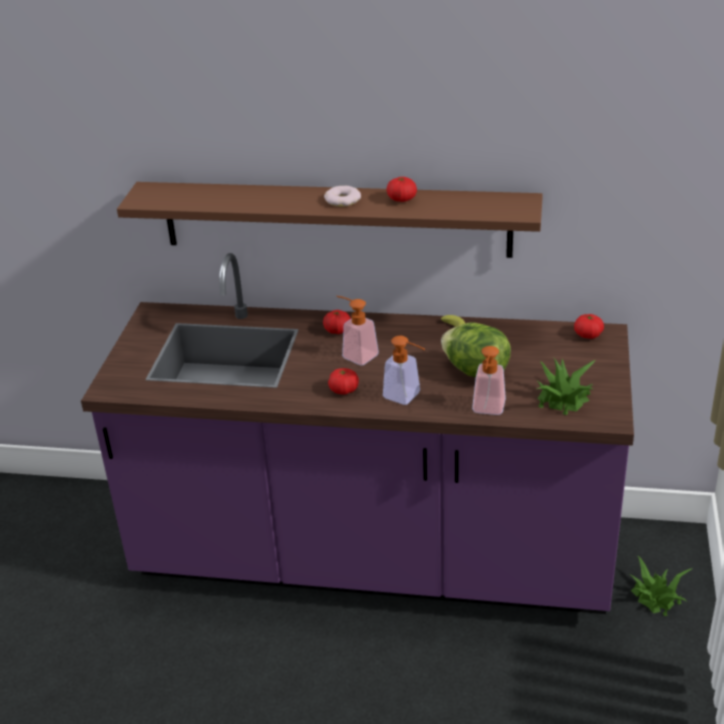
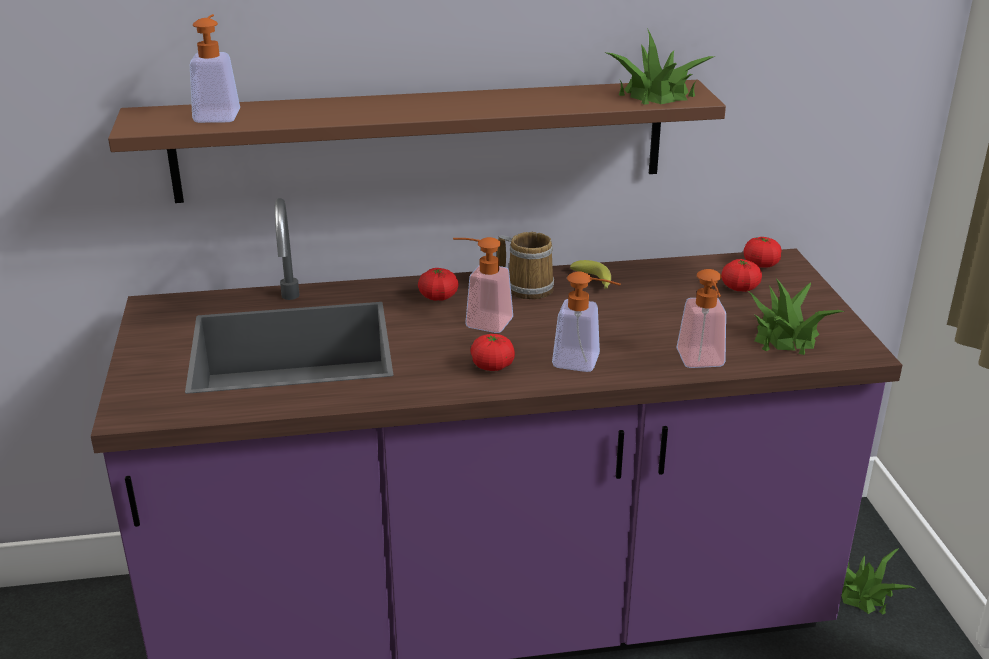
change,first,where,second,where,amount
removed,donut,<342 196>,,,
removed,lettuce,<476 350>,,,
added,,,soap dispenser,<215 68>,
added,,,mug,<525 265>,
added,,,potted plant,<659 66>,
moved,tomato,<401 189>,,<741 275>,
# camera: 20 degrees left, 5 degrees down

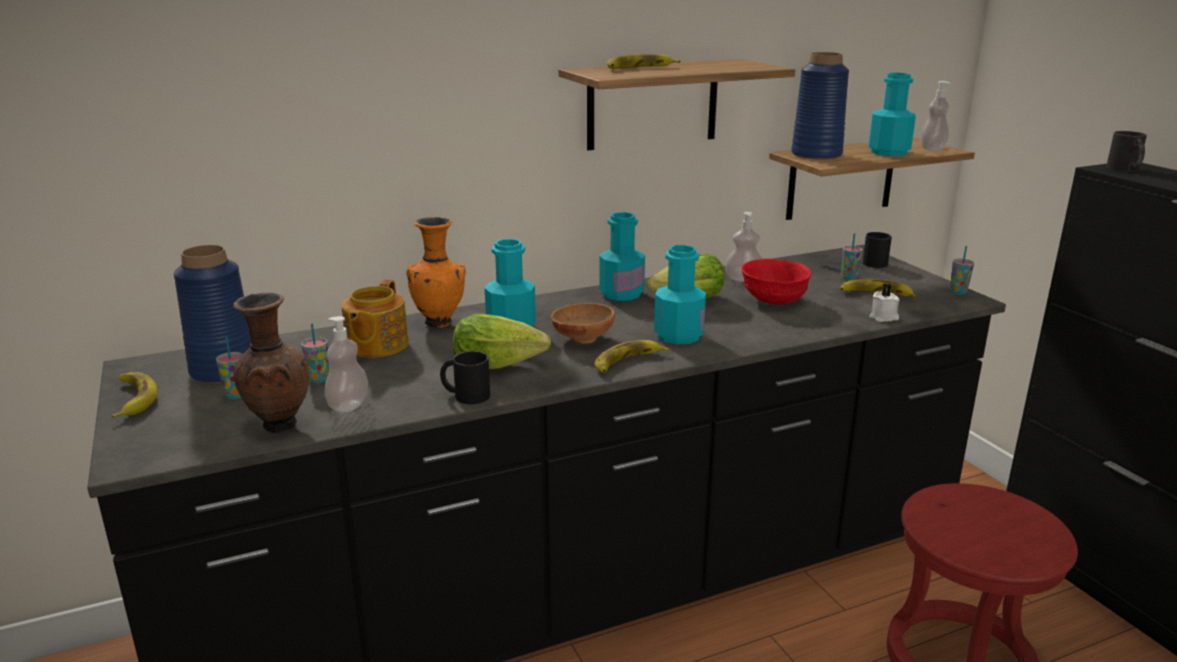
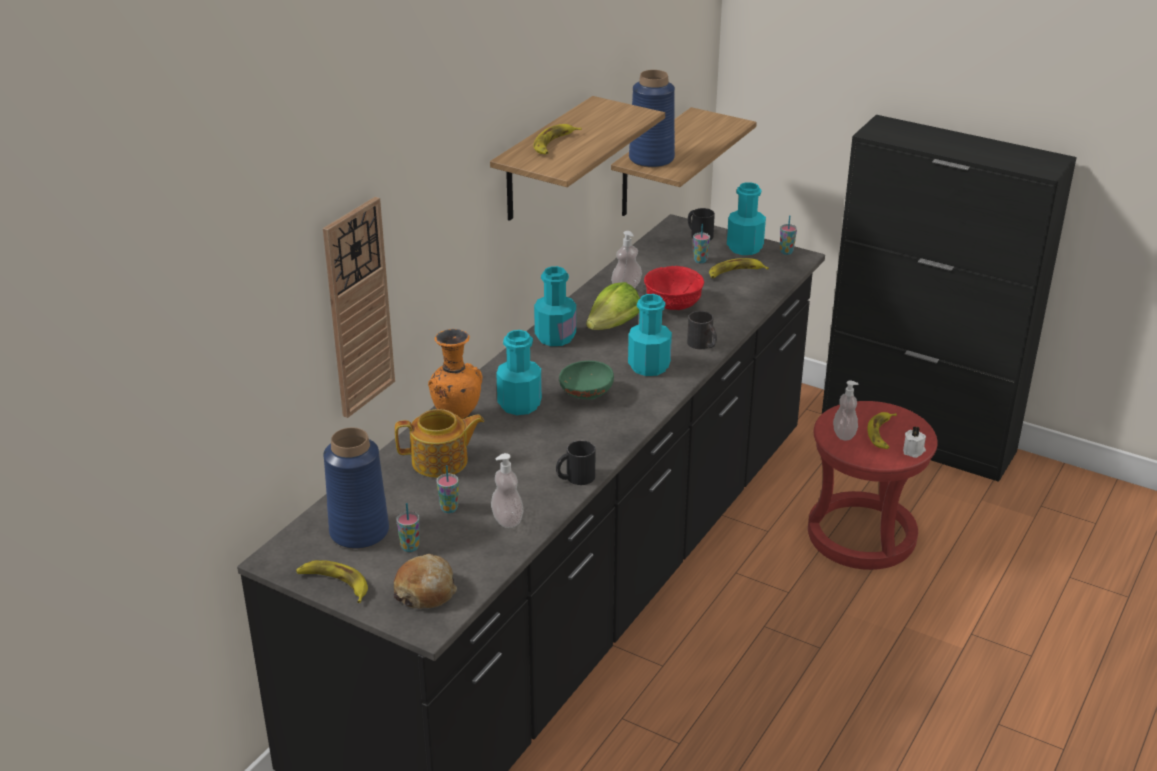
change,first,where,second,where,amount
removed,brown vase,<271 362>,,,
removed,lettuce,<502 341>,,,
added,,,wall clock,<359 307>,
added,,,bread,<425 581>,
moved,banana,<632 356>,,<882 430>,
moved,turquoise bottle,<892 114>,,<746 218>,
moved,white candle,<884 303>,,<914 442>,
moved,soap dispenser,<935 116>,,<845 410>,
moved,black mug,<1126 151>,,<702 330>,
recoloured,brown bowl,<583 323>,green bowl,<586 380>,
turned,teapot,<375 318>,,<439 443>,75 degrees counterclockwise
# camera: 35 degrees left, 10 degrees up

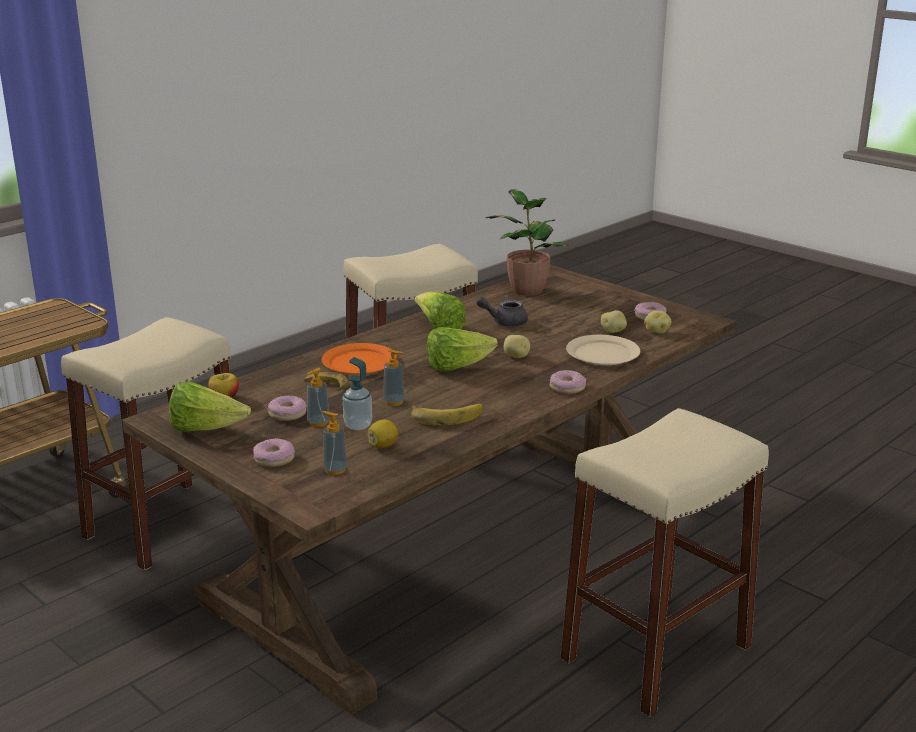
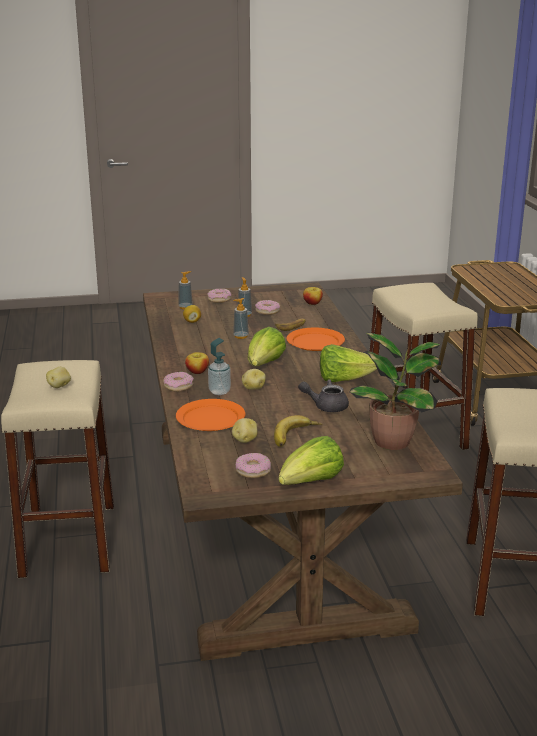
change,first,where,second,where,amount
added,,,apple,<197 363>,
moved,lettuce,<210 406>,,<311 460>,
moved,soap dispenser,<357 393>,,<219 366>,
moved,banana,<447 414>,,<298 431>,
moved,potato,<657 322>,,<58 377>,
recoloured,beige plate,<603 350>,orange plate,<210 415>,
turned,grey teapot,<502 311>,,<323 395>,120 degrees counterclockwise
# camera: 125 degrees right, 0 degrees up

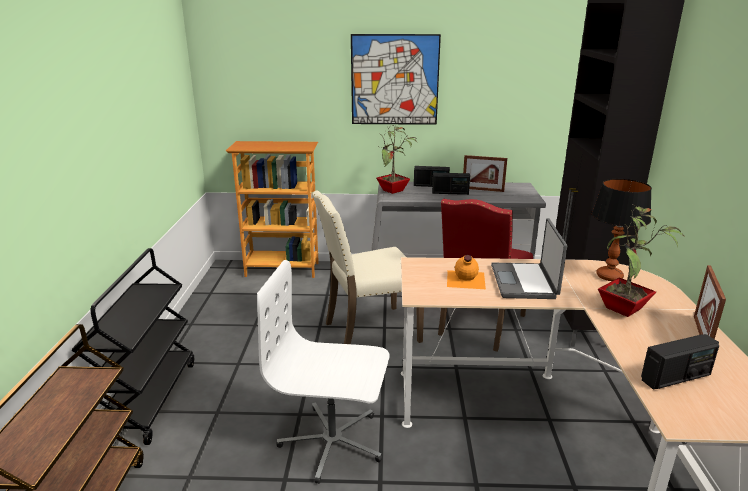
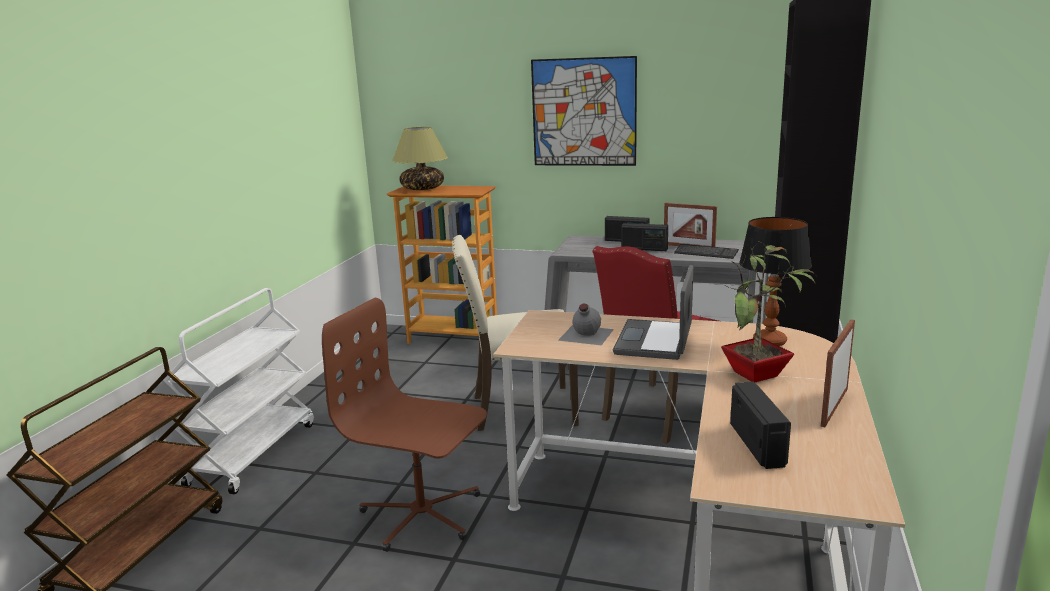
change,first,where,second,where,amount
removed,potted plant,<397 160>,,,
added,,,table lamp,<420 158>,
added,,,keyboard,<706 251>,
recoloured,black cart,<132 346>,white cart,<238 391>,
recoloured,white office chair,<323 372>,brown office chair,<404 425>,
recoloured,orange bottle,<466 272>,grey bottle,<586 324>,
turned,radio,<680 362>,,<760 425>,90 degrees counterclockwise
# camera: 15 degrees right, 5 degrees down

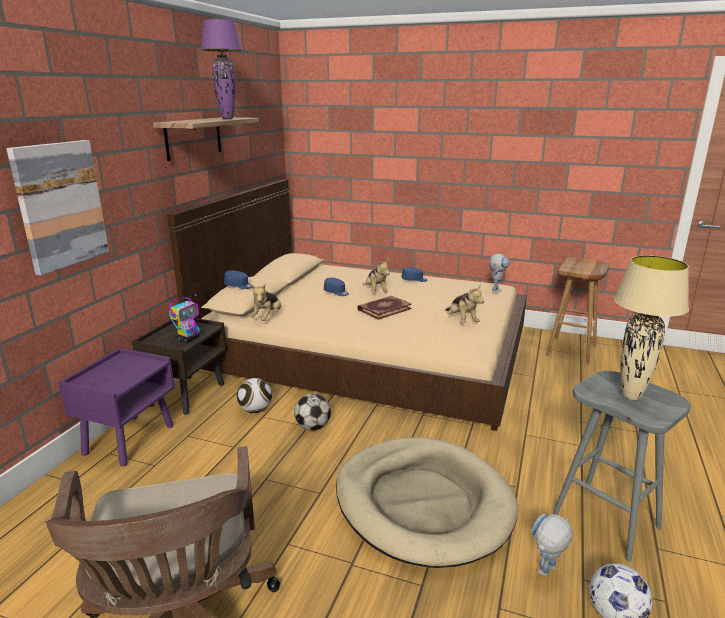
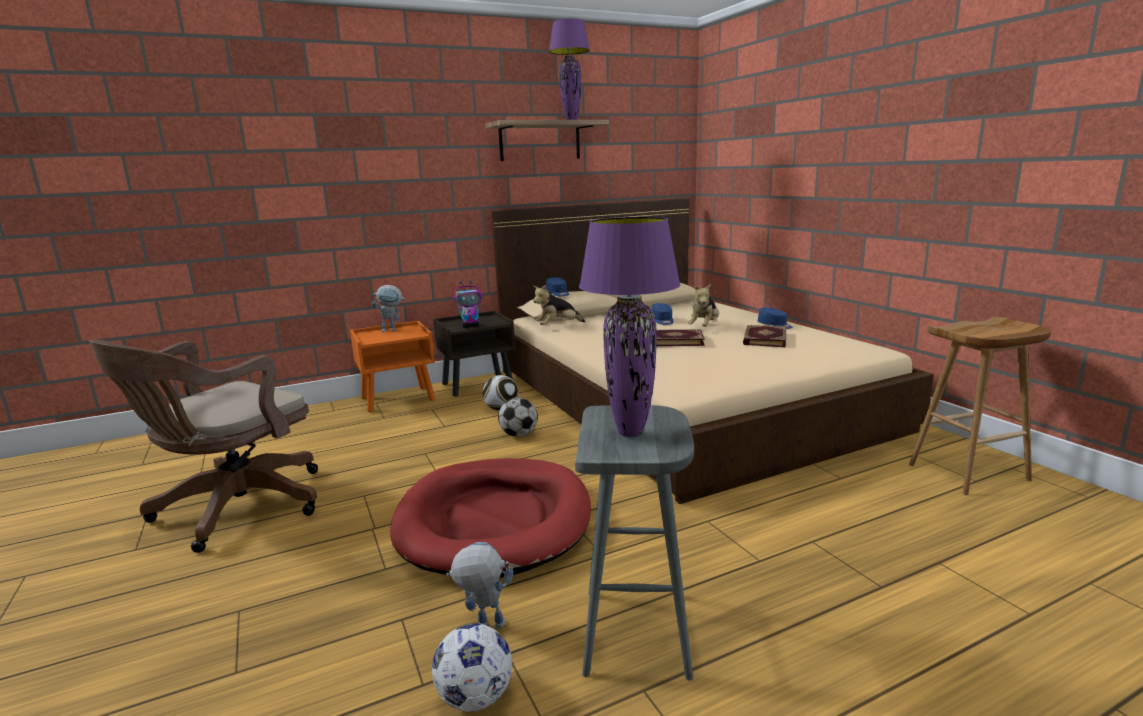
change,first,where,second,where,amount
removed,picture,<57 207>,,,
removed,plush toy,<464 303>,,,
added,,,book,<764 336>,
moved,toy robot,<499 274>,,<389 308>,
recoloured,purple nightstand,<116 407>,orange nightstand,<392 366>,
recoloured,beige dog bed,<427 502>,red dog bed,<490 518>,
recoloured,beige table lamp,<651 327>,purple table lamp,<629 327>,
# camera: 45 degrees right, 5 degrees down

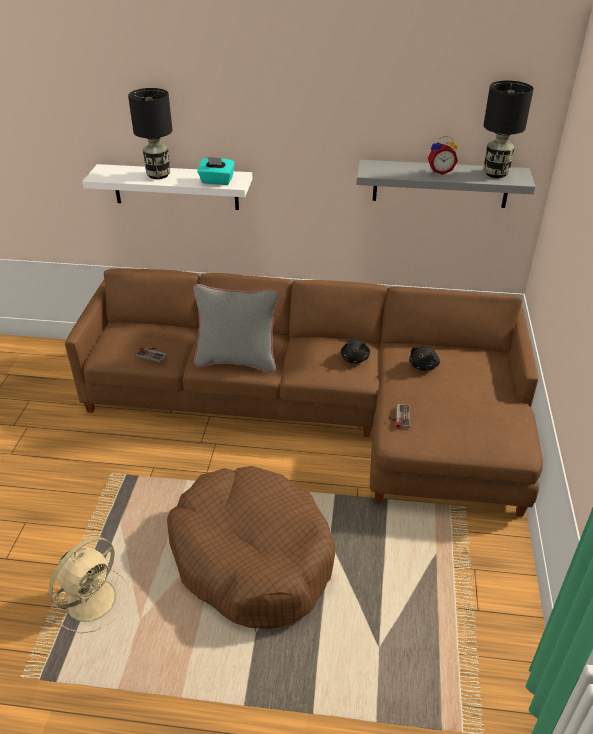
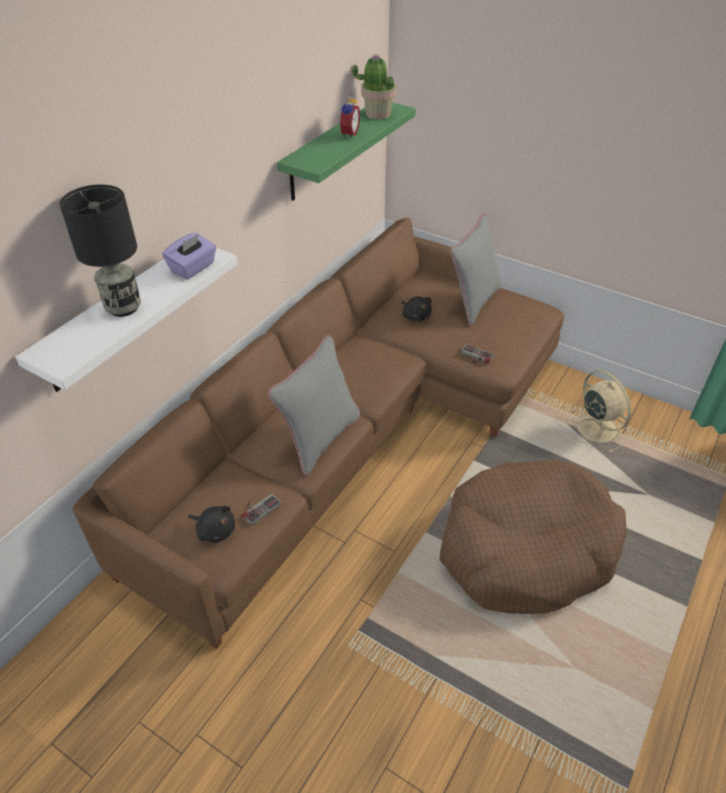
change,first,where,second,where,amount
added,,,grey pillow,<476 269>,
moved,beige fan,<89 585>,,<597 411>,
moved,black plush toy,<355 351>,,<211 524>,
replaced,black table lamp,<508 129>,potted plant,<374 86>,
recoloured,turquoise tissue box,<216 171>,purple tissue box,<189 256>,
recoloured,grey shelf,<445 184>,green shelf,<346 152>,
# camera: 65 degrees left, 5 degrees up

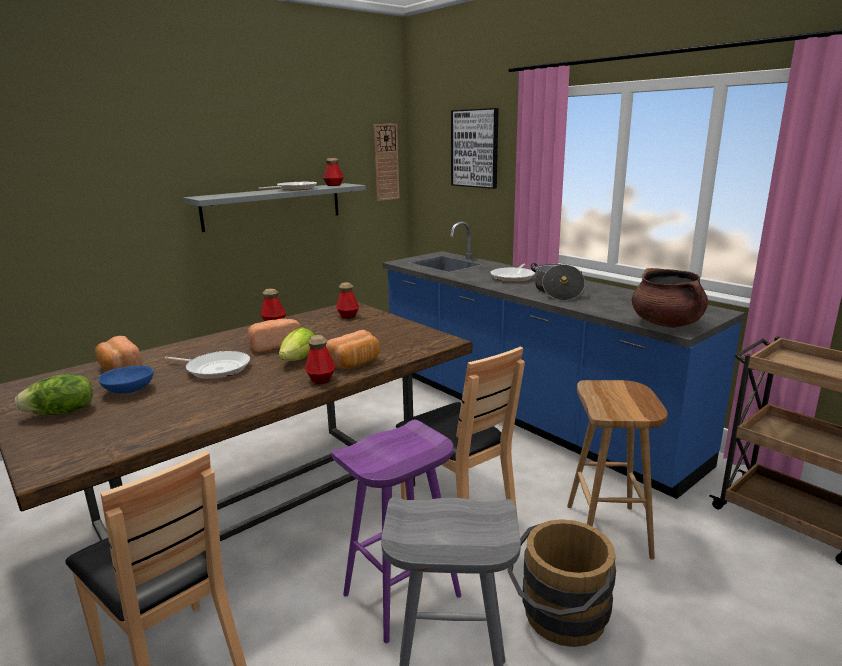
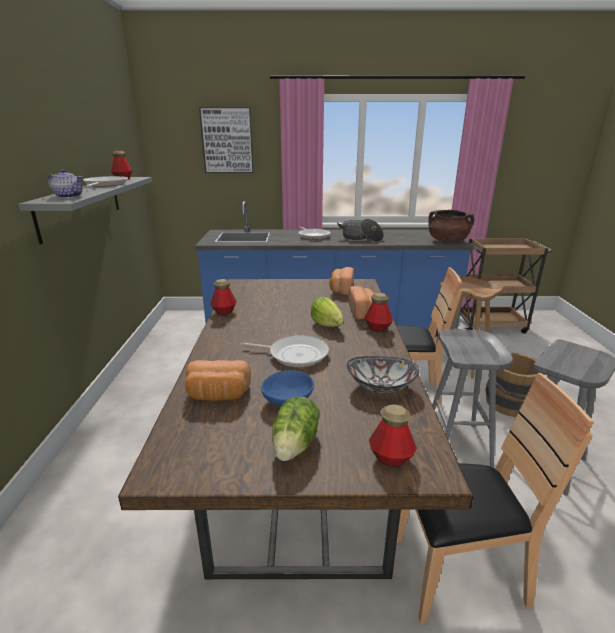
change,first,where,second,where,amount
removed,wall clock,<386 162>,,,
added,,,teapot,<65 183>,
added,,,bowl,<383 374>,
moved,bread,<274 335>,,<342 281>,
moved,bottle,<347 300>,,<393 436>,
recoloured,purple stool,<396 531>,grey stool,<472 398>,
turned,frying pan,<207 365>,,<284 351>,45 degrees clockwise
# camera: 50 degrees left, 5 degrees up

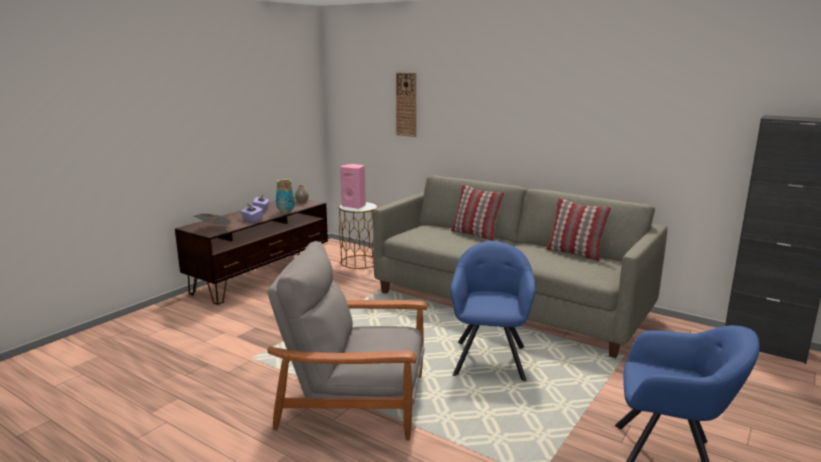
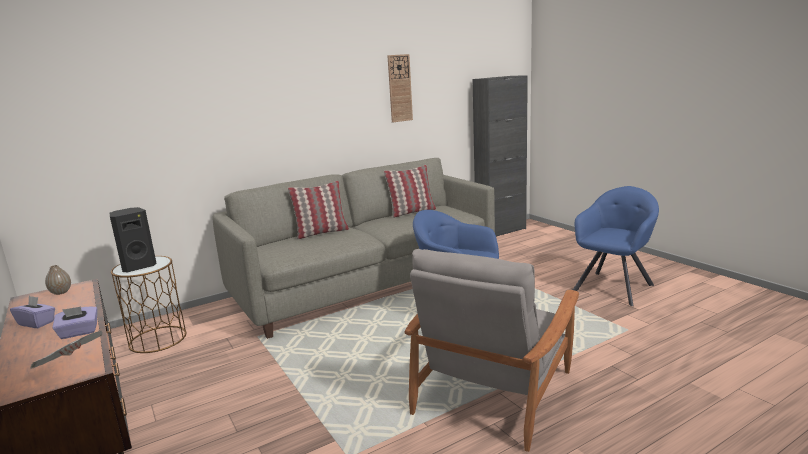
change,first,where,second,where,amount
removed,vase,<285 196>,,,
moved,wall clock,<406 104>,,<400 88>,
recoloured,pink speaker,<353 186>,black speaker,<133 240>,
# camera: 65 degrees left, 0 degrees up

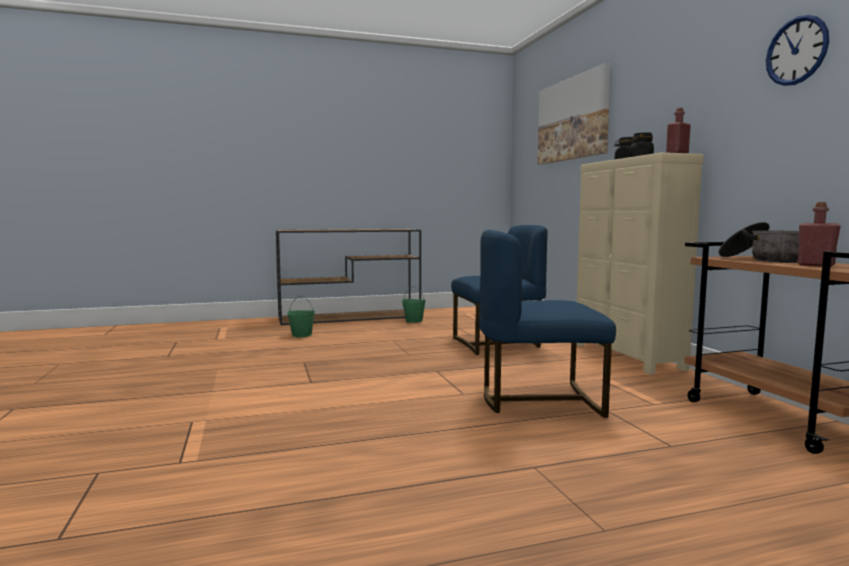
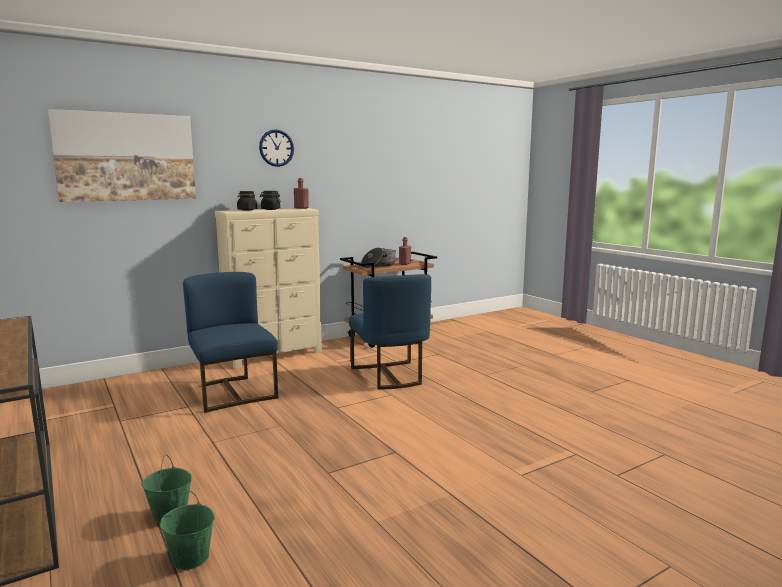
change,first,where,second,where,amount
moved,green bucket,<414 304>,,<187 530>,
moved,wall clock,<797 50>,,<276 148>,
# camera: 105 degrees left, 5 degrees up

